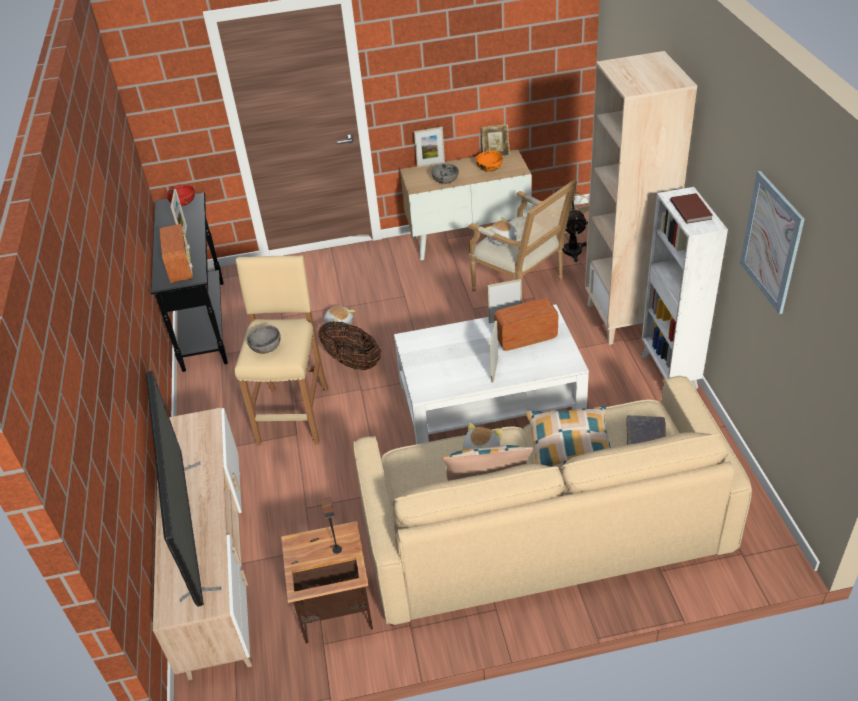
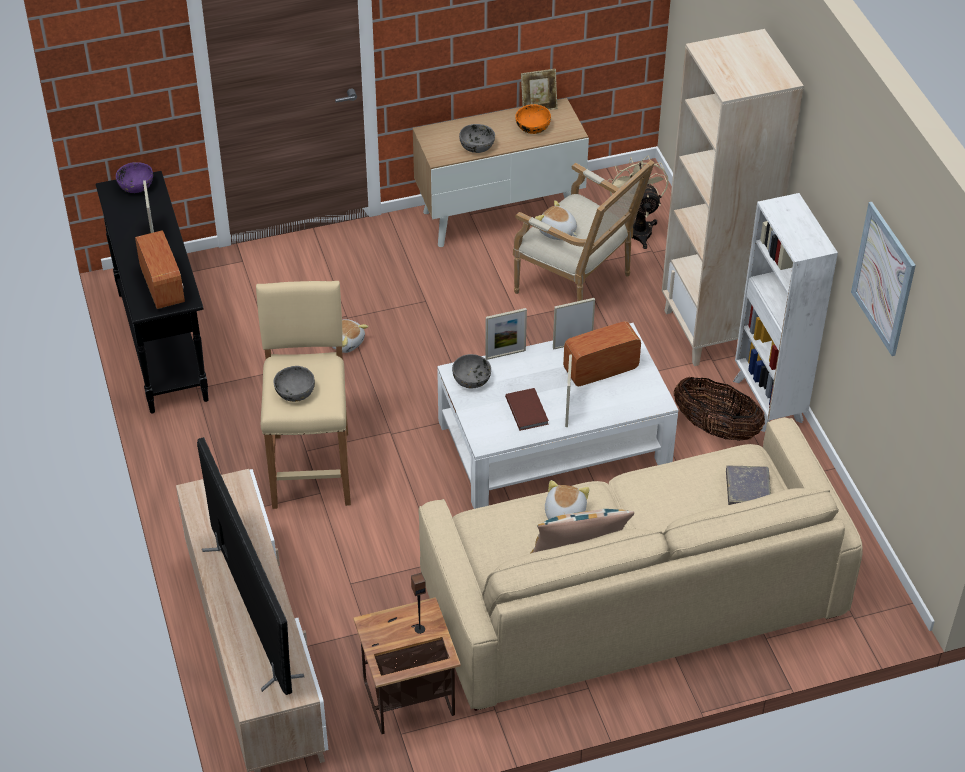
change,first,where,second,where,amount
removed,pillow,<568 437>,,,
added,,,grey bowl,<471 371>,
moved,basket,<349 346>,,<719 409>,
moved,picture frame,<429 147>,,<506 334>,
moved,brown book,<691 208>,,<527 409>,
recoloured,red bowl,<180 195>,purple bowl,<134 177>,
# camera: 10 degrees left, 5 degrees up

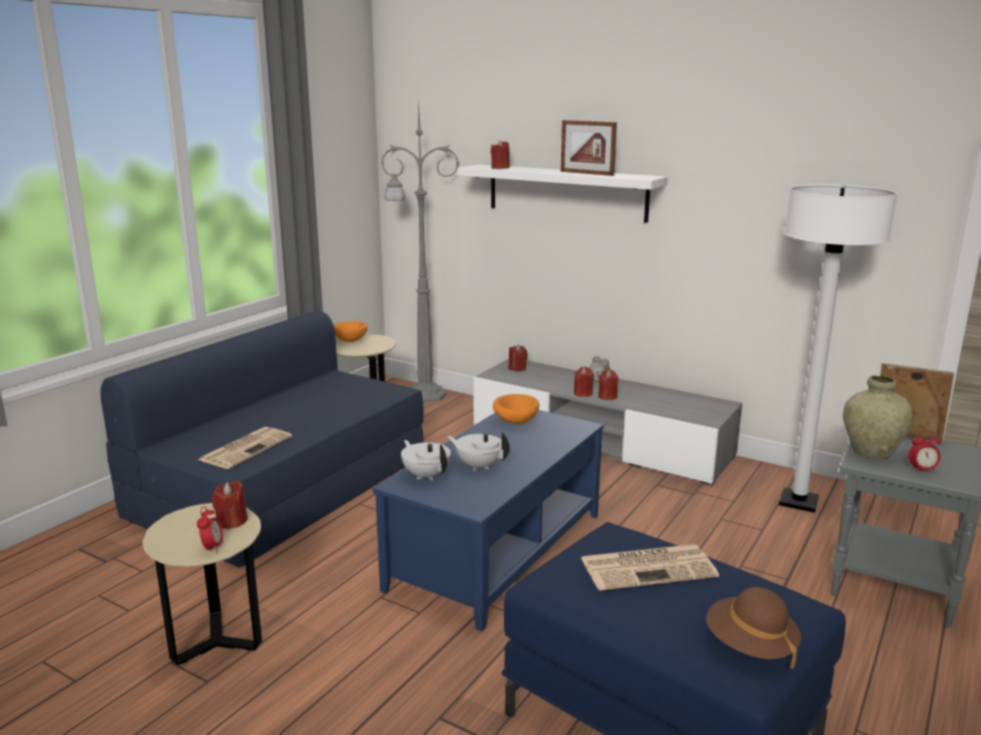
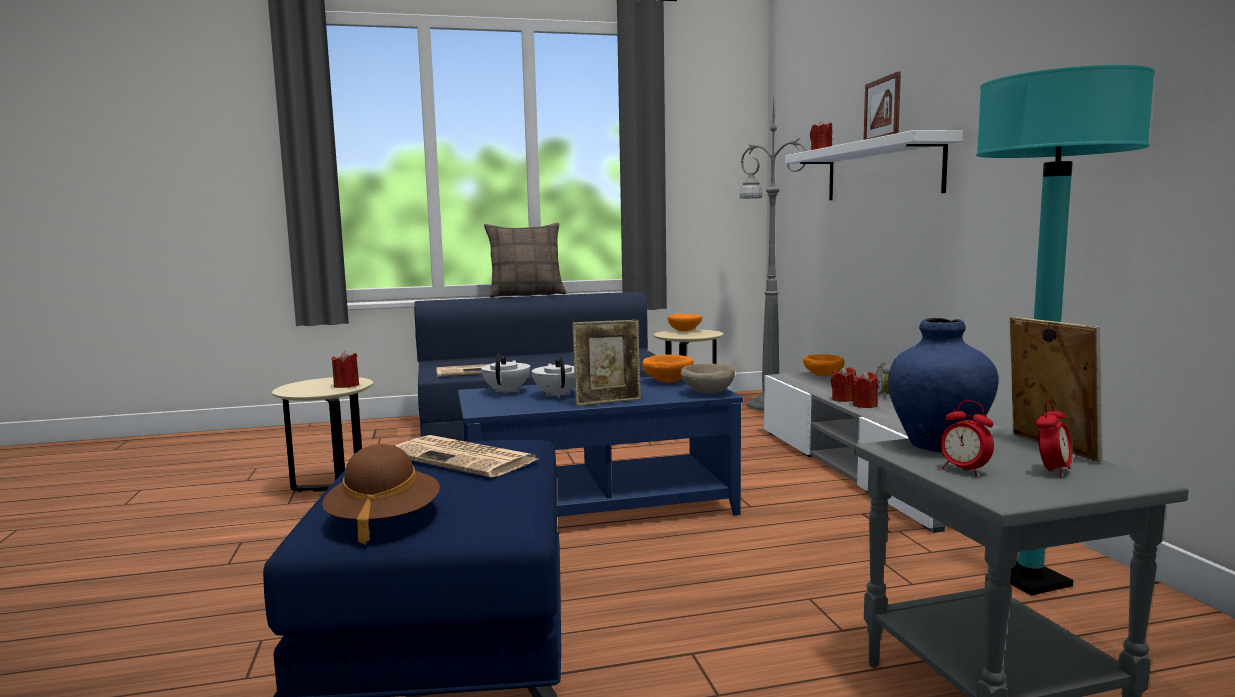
change,first,where,second,where,amount
added,,,pillow,<525 260>,
added,,,picture frame,<607 363>,
added,,,beige bowl,<707 379>,
moved,alarm clock,<210 530>,,<1054 439>,
replaced,red candle,<518 358>,orange bowl,<824 365>,
recoloured,white floor lamp,<838 348>,turquoise floor lamp,<1065 330>,
recoloured,beige vase,<878 417>,blue vase,<943 385>,
# camera: 45 degrees right, 10 degrees down

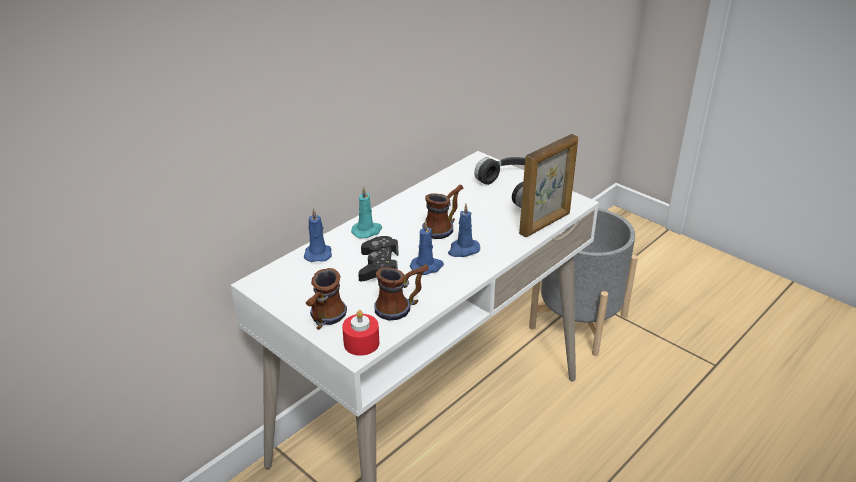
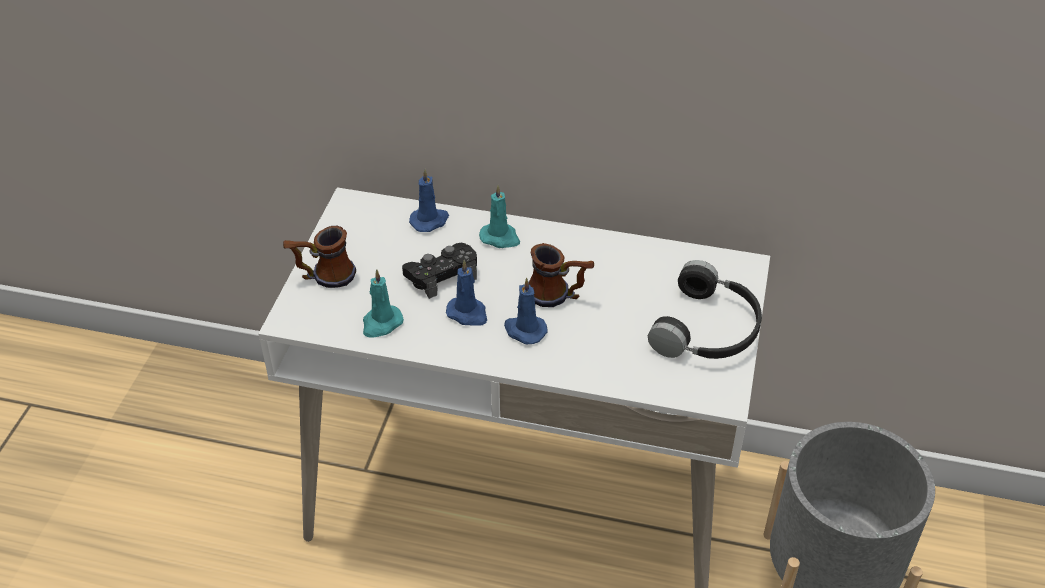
change,first,where,second,where,amount
removed,red candle,<360 333>,,,
removed,picture frame,<548 185>,,,
replaced,mug,<401 292>,turquoise candle,<383 303>,
# camera: 60 degrees right, 10 degrees up

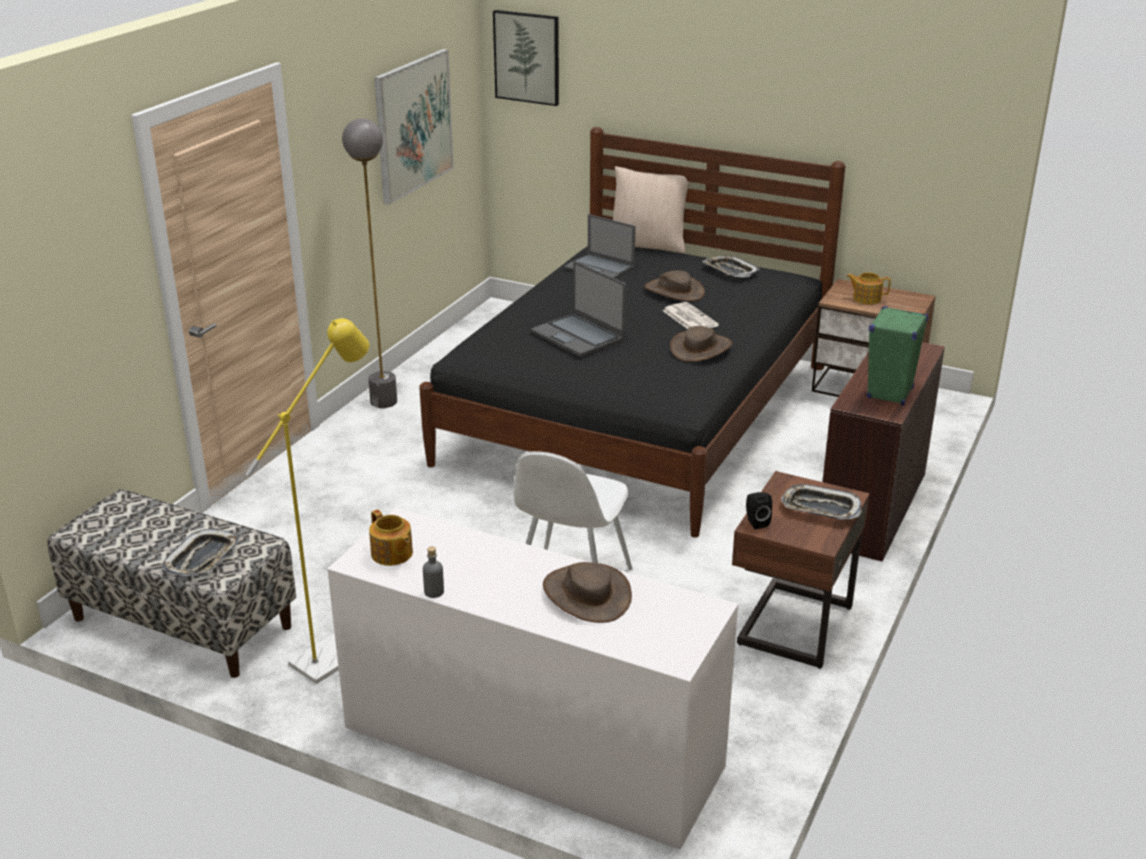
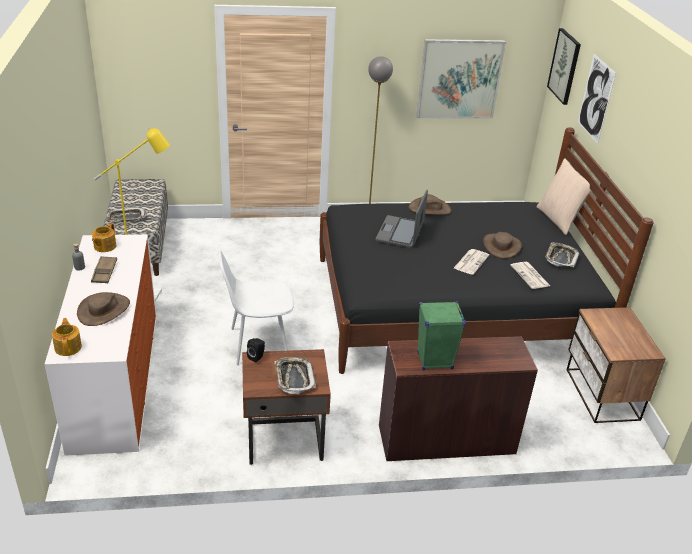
change,first,where,second,where,amount
removed,laptop,<600 246>,,,
added,,,brown tray,<104 269>,
added,,,newspaper,<530 275>,
added,,,picture,<597 99>,
moved,brown hat,<701 344>,,<430 204>,
moved,teapot,<869 288>,,<67 337>,
# camera: 55 degrees right, 5 degrees up

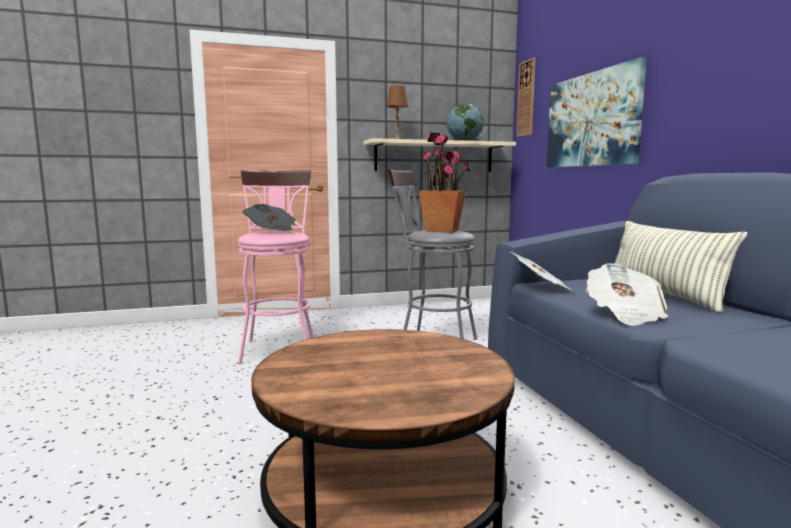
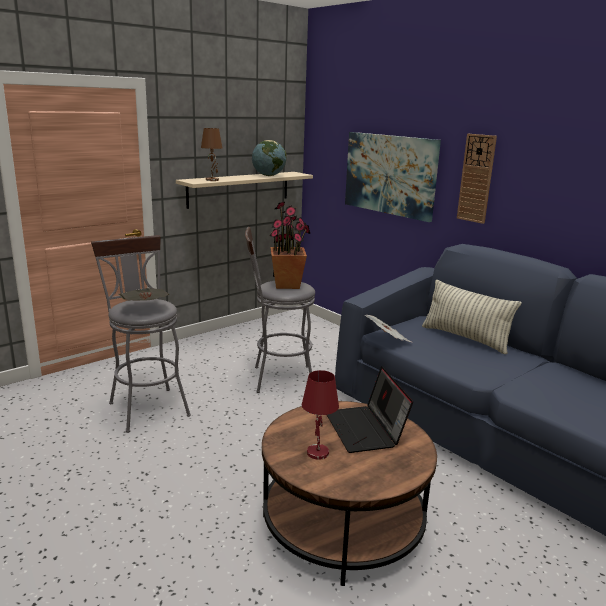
change,first,where,second,where,amount
removed,newspaper,<627 294>,,,
added,,,red table lamp,<320 415>,
added,,,laptop,<370 409>,
moved,wall clock,<526 97>,,<477 179>,
recoloured,pink stool,<276 267>,grey stool,<141 334>,
# camera: 25 degrees left, 10 degrees up

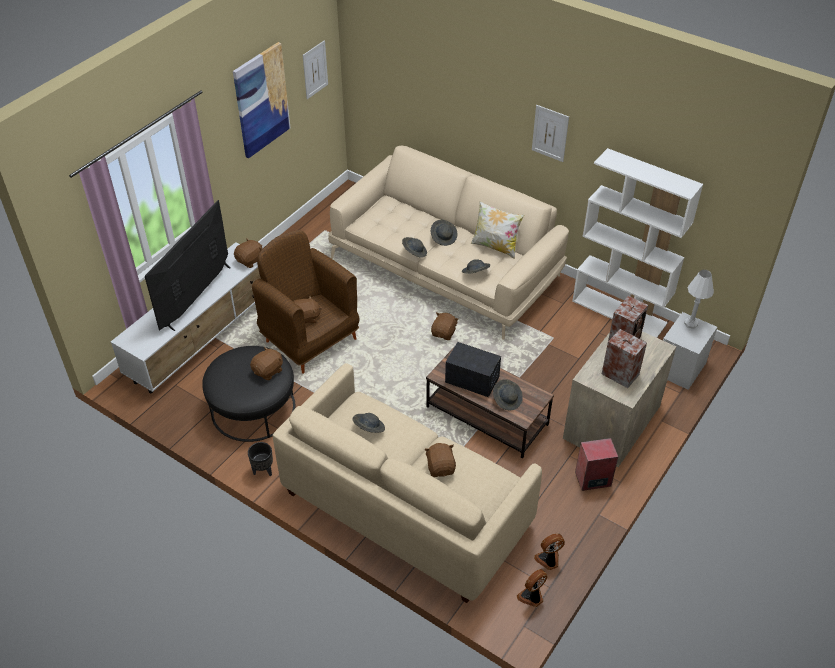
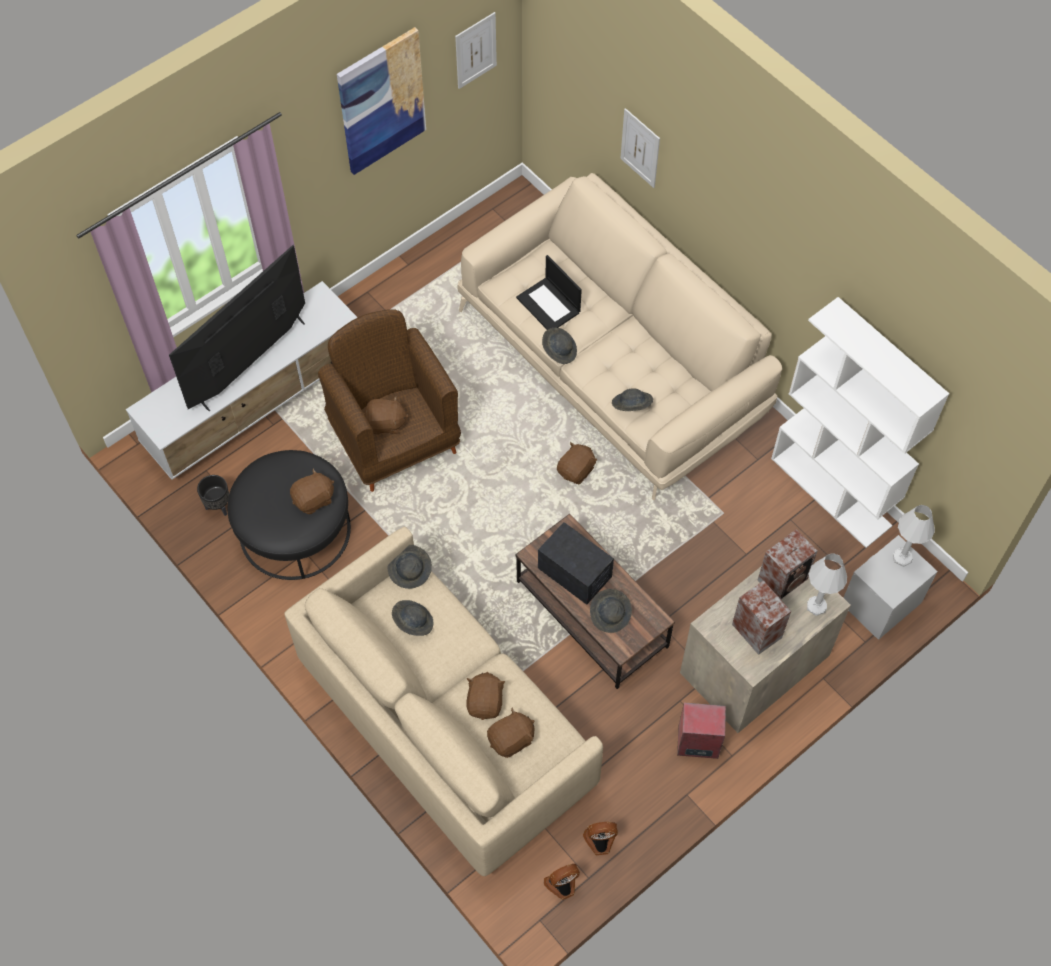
change,first,where,second,where,amount
removed,pillow,<497 230>,,,
added,,,laptop,<549 292>,
added,,,white table lamp,<827 584>,
moved,brown plush toy,<248 253>,,<511 733>,
moved,black planter,<260 459>,,<213 495>,
moved,grey hat,<444 233>,,<410 567>,
moved,picture,<550 133>,,<640 148>,
# camera: 15 degrees right, 15 degrees up

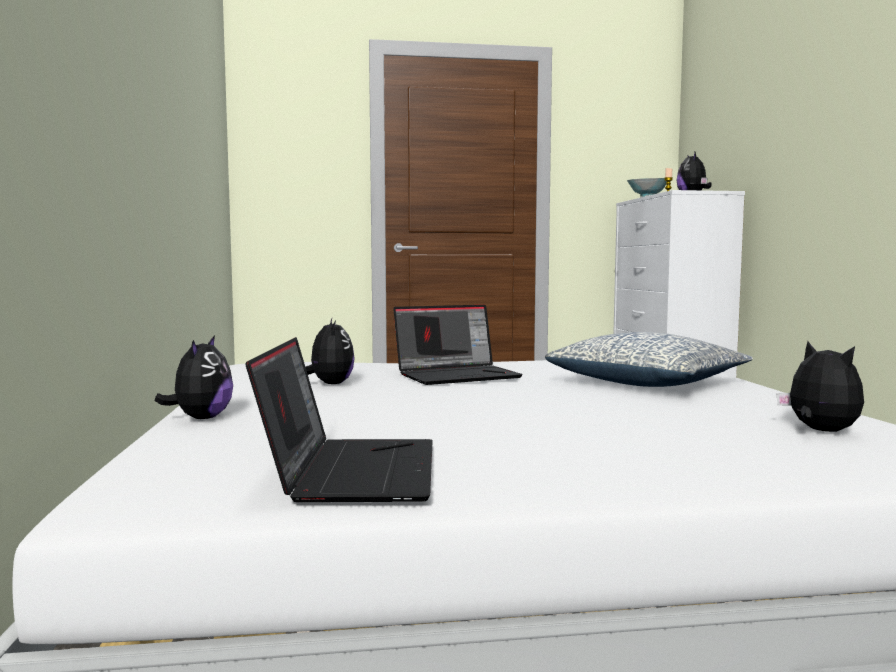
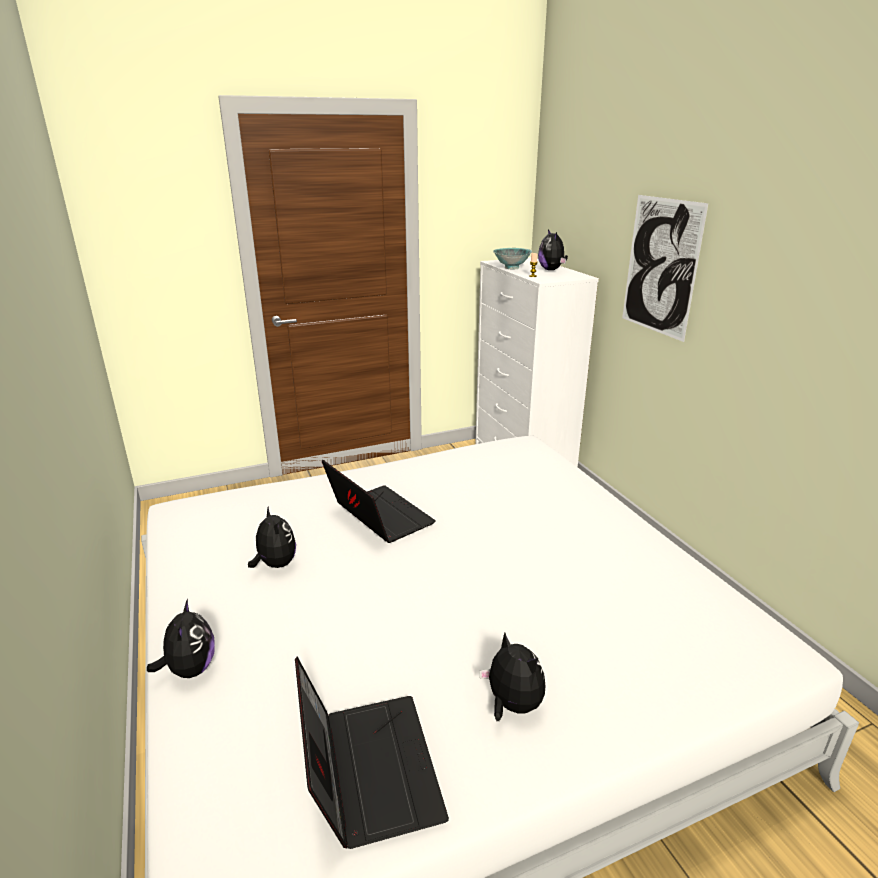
change,first,where,second,where,amount
removed,pillow,<649 359>,,,
added,,,picture,<665 268>,
moved,plush toy,<820 386>,,<512 676>,
turned,laptop,<458 345>,,<379 501>,90 degrees counterclockwise
# camera: 15 degrees left, 20 degrees up

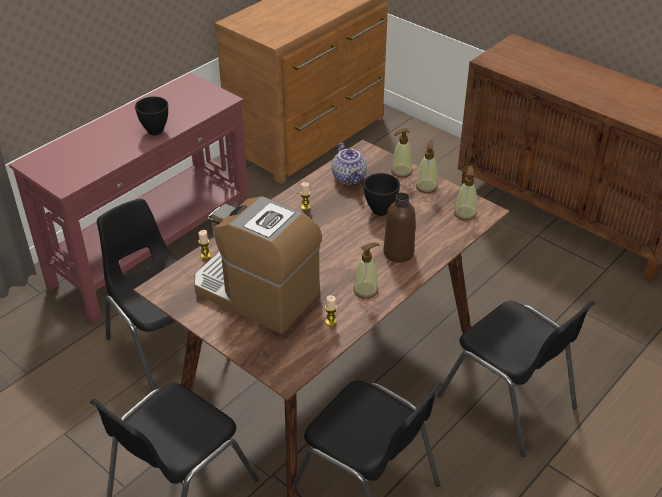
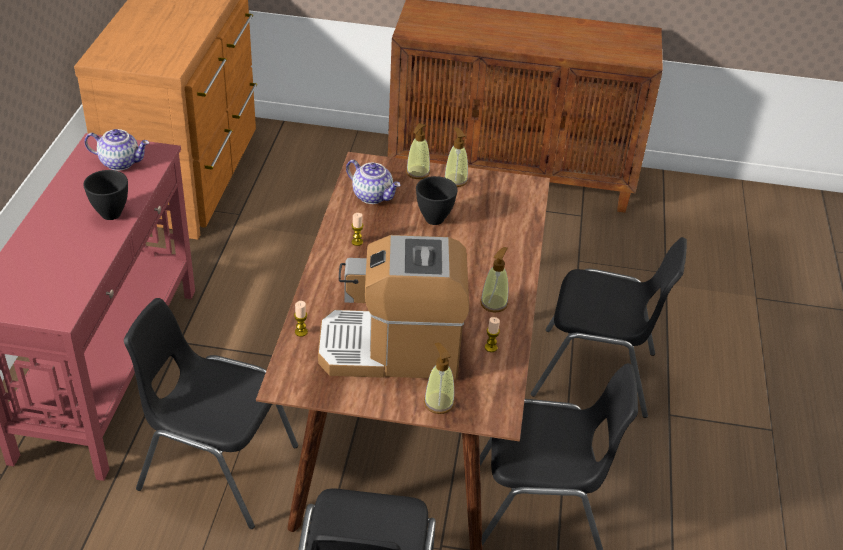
change,first,where,second,where,amount
removed,brown bottle,<399 227>,,,
added,,,teapot,<117 150>,
moved,soap dispenser,<465 193>,,<439 378>,
# camera: 35 degrees left, 0 degrees up

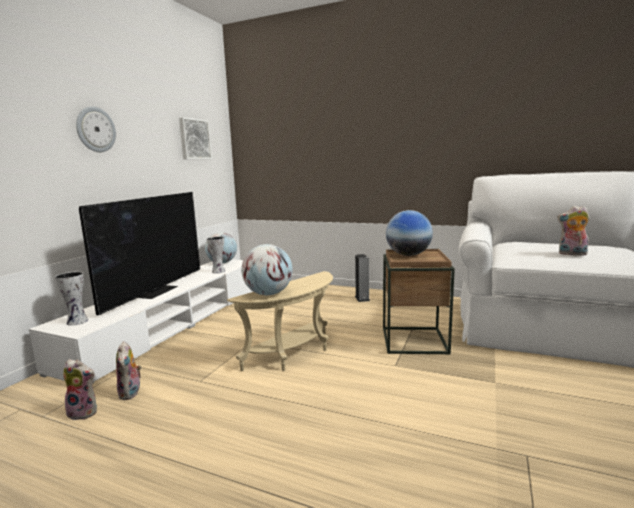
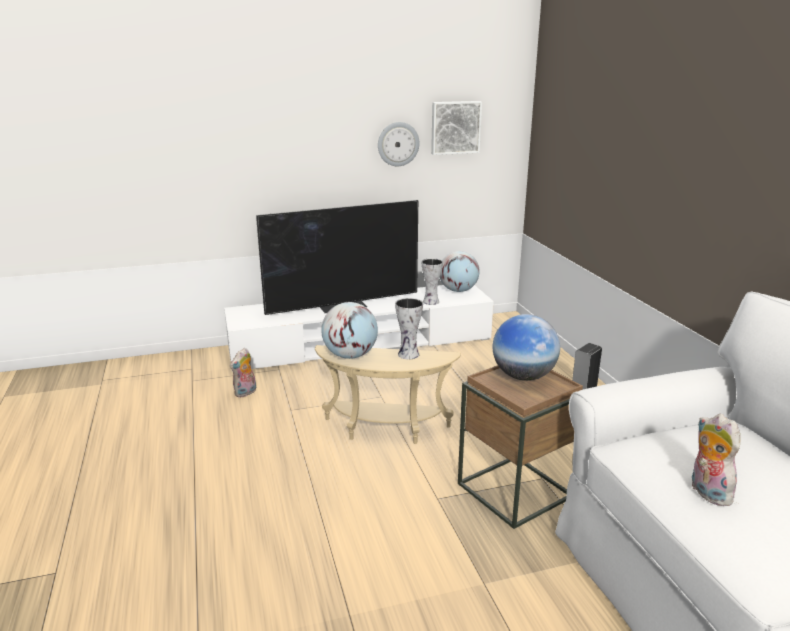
change,first,where,second,where,amount
removed,plush toy,<80 389>,,,
moved,vase,<71 298>,,<409 329>,
moved,wall clock,<96 129>,,<398 144>,
# camera: 50 degrees right, 10 degrees up

